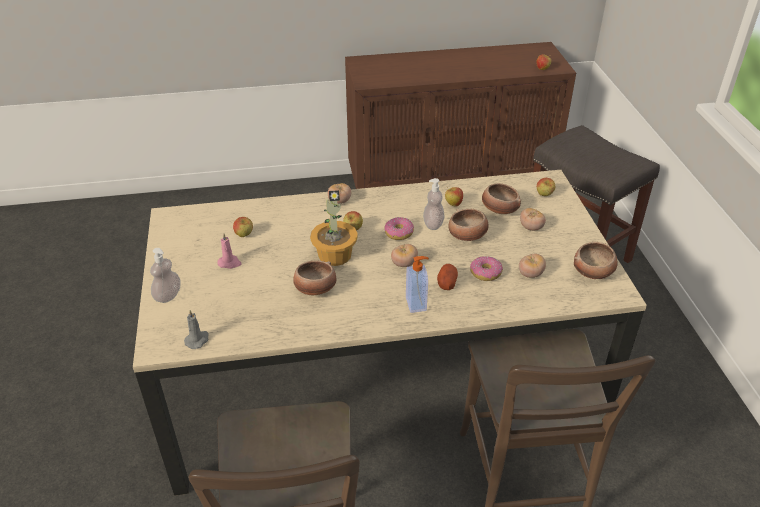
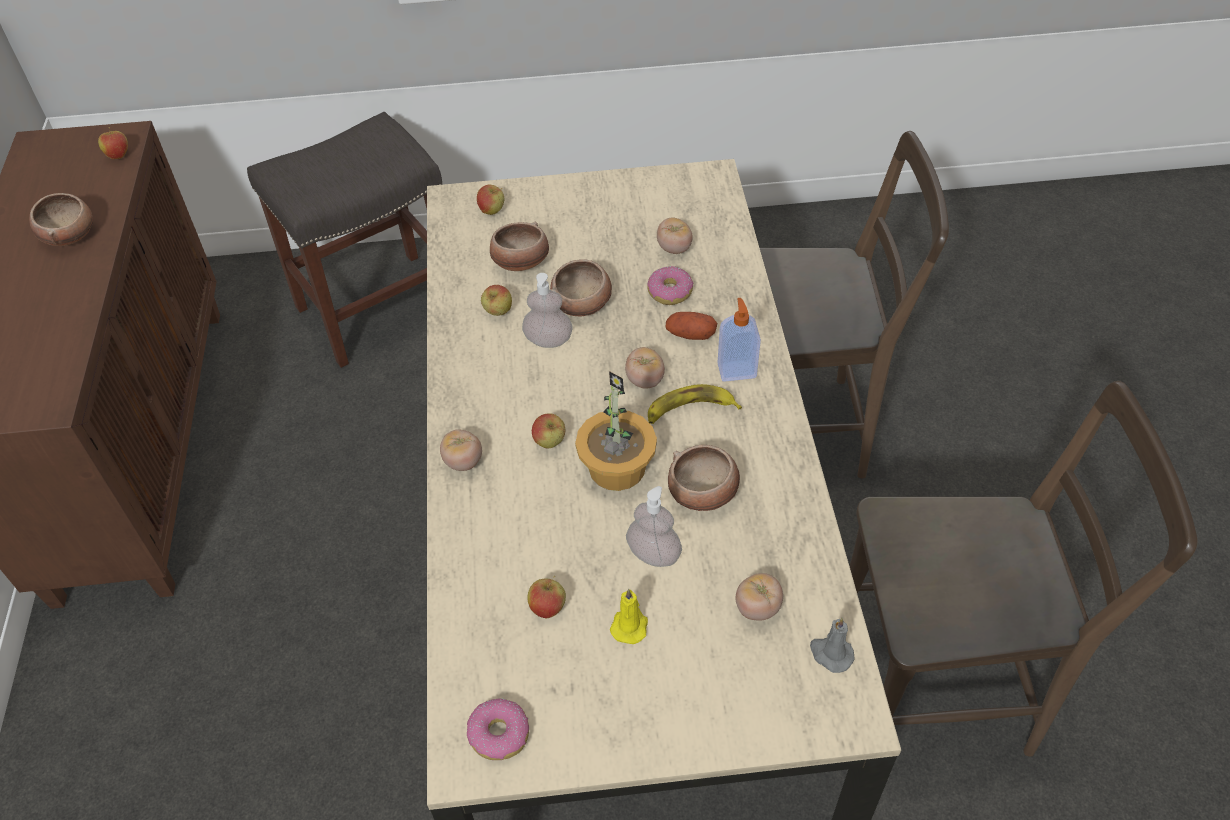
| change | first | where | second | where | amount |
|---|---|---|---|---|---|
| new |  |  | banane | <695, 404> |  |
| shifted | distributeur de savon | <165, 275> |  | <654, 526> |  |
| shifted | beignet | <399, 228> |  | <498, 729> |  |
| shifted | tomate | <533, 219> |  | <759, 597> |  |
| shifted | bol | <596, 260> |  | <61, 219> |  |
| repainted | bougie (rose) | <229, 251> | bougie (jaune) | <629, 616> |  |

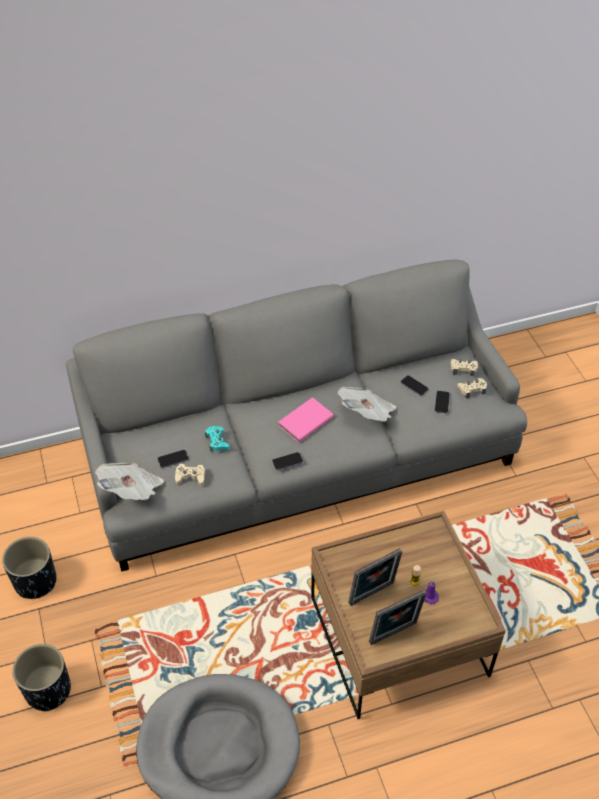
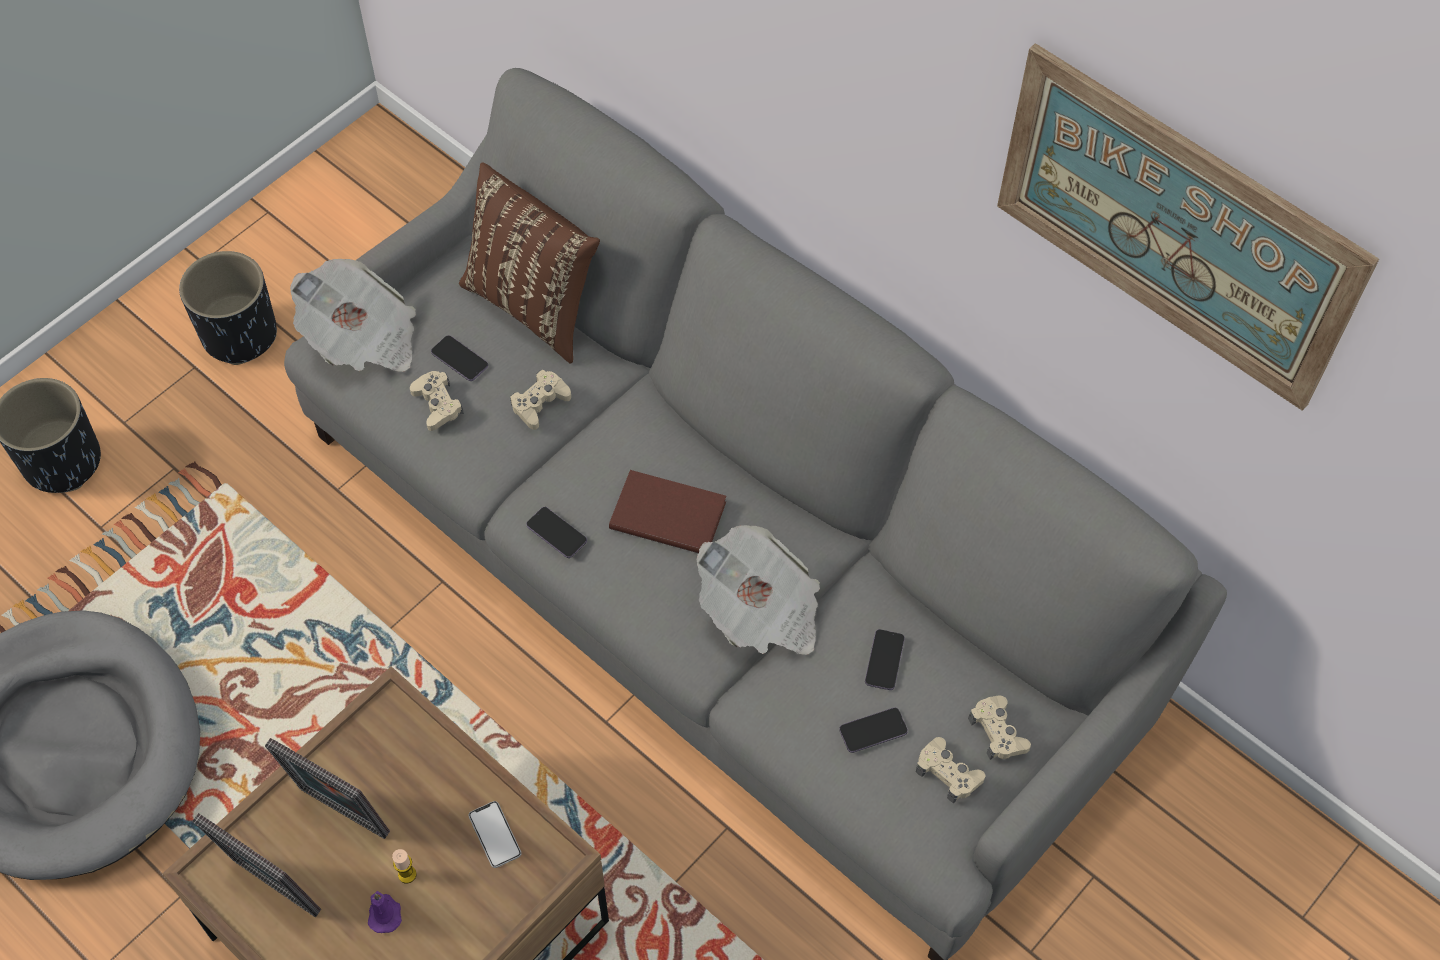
| change | first | where | second | where | amount |
|---|---|---|---|---|---|
| new |  |  | coussin (marron) | <529, 263> |  |
| new |  |  | téléphone | <495, 834> |  |
| new |  |  | tableau | <1188, 227> |  |
| repainted | manette (turquoise) | <217, 438> | manette (beige) | <540, 400> |  |
| repainted | livre (rose) | <306, 419> | livre (marron) | <667, 511> |  |

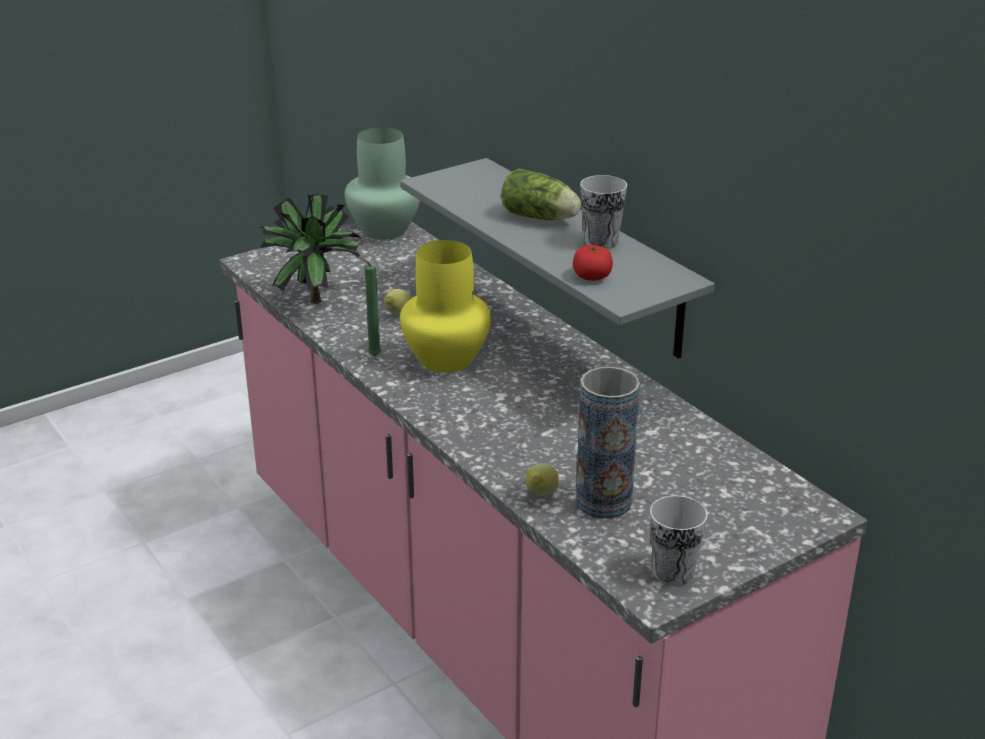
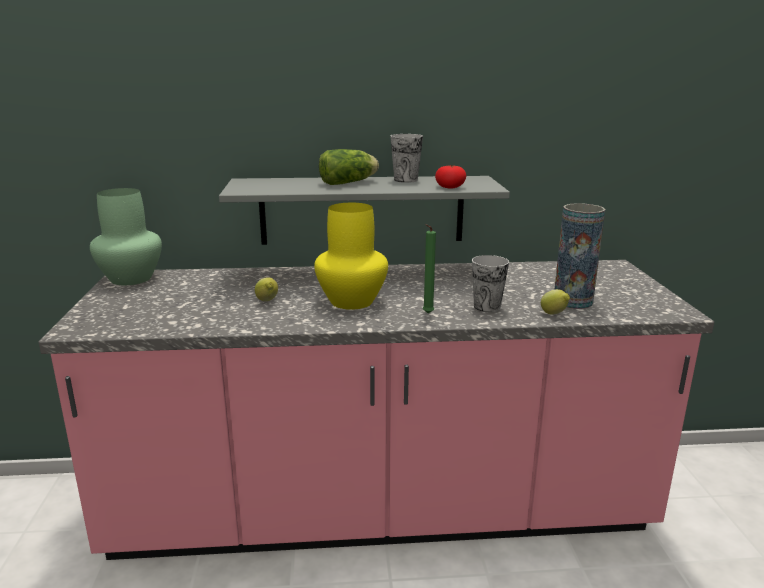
| change | first | where | second | where | amount |
|---|---|---|---|---|---|
| gone | plante en pot | <310, 249> |  |  |  |
| shifted | bougie (vert) | <369, 306> |  | <429, 268> |  |
| shifted | tasse | <679, 540> |  | <490, 283> |  |

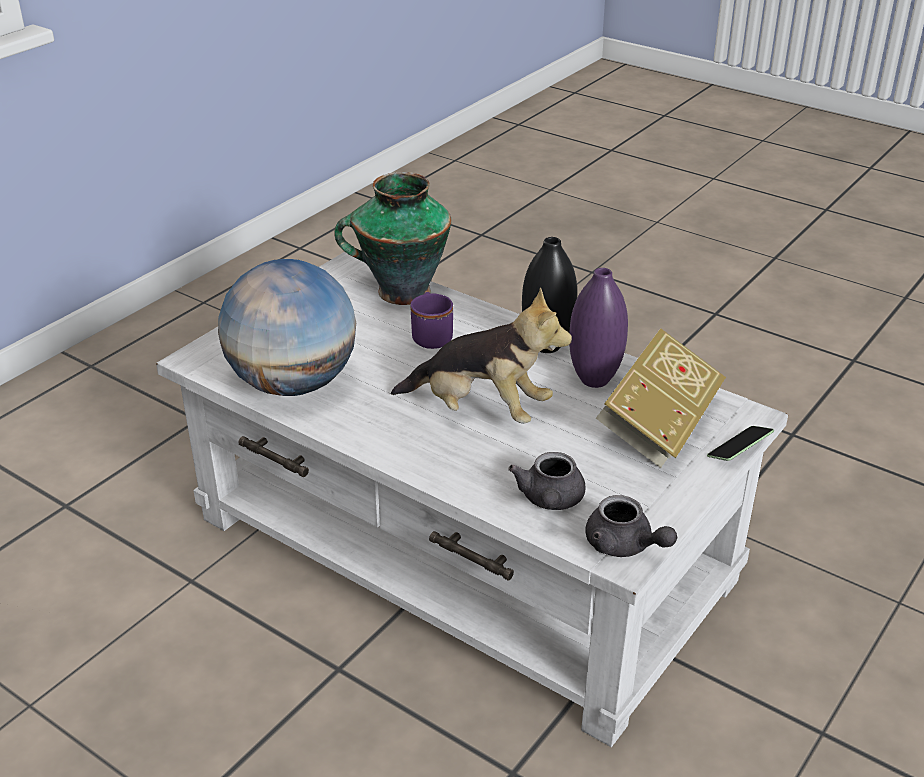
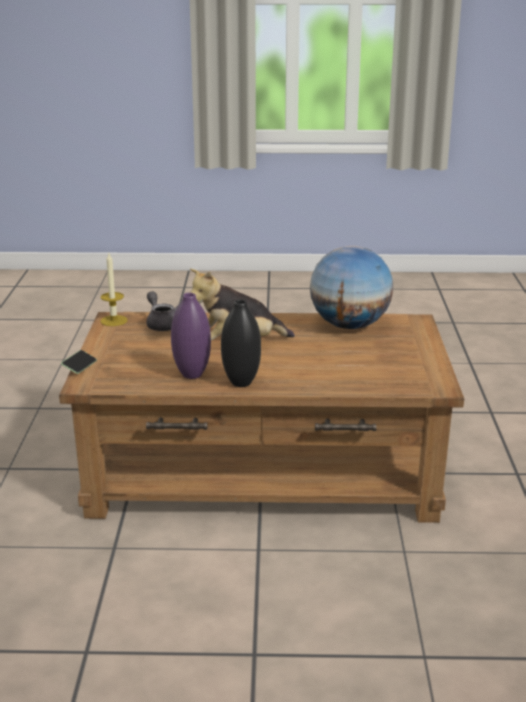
| change | first | where | second | where | amount |
|---|---|---|---|---|---|
| gone | vase | <392, 238> |  |  |  |
| gone | mug (violet) | <432, 320> |  |  |  |
| gone | livre | <661, 398> |  |  |  |
| swapped | théière (gris) | <631, 526> | bougie | <114, 289> |  |
| repainted | table basse (blanc) | <472, 499> | table basse (marron) | <261, 417> |  |

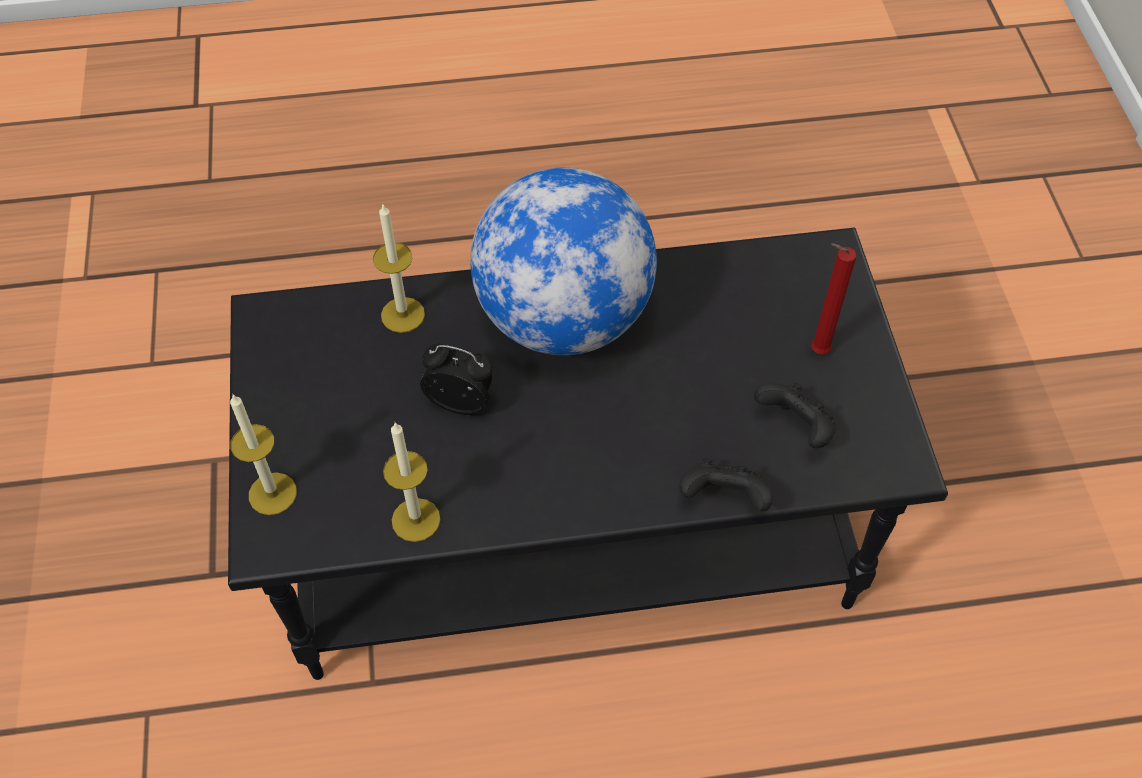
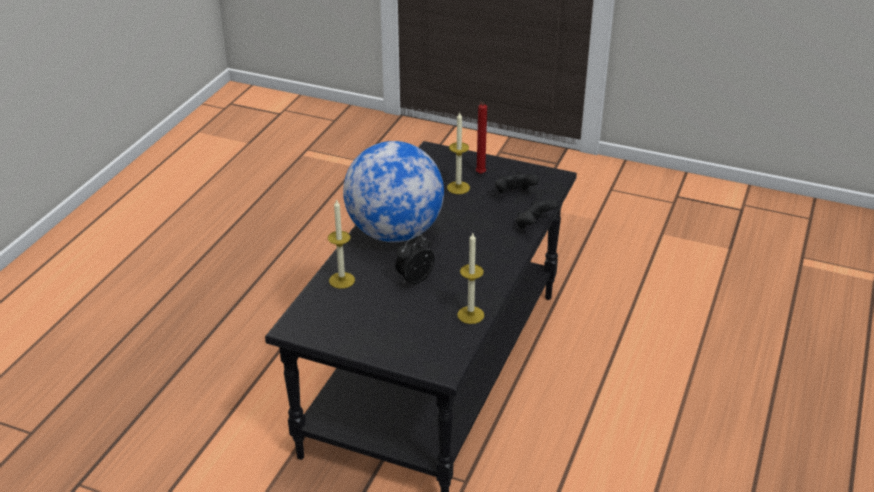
| change | first | where | second | where | amount |
|---|---|---|---|---|---|
| shifted | bougie | <263, 455> |  | <458, 153> |  |

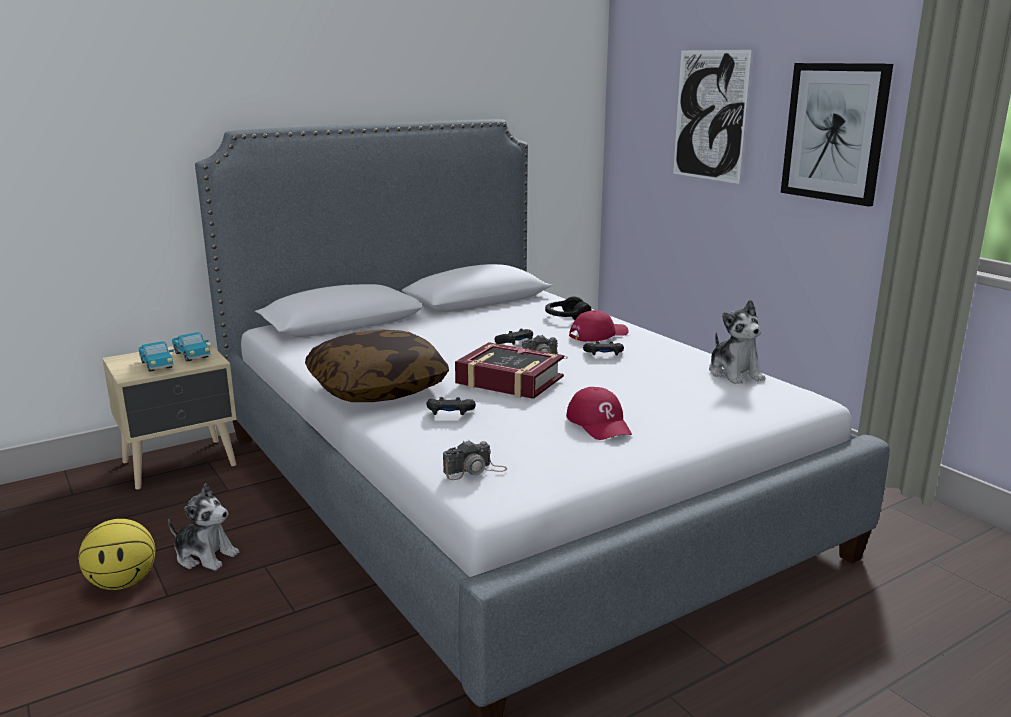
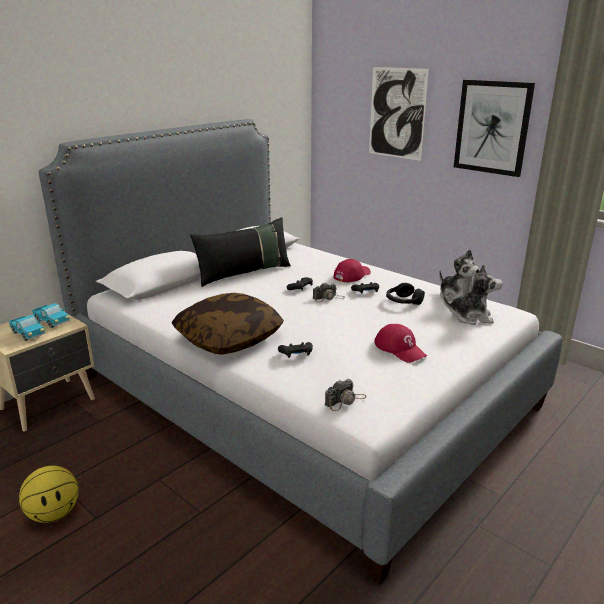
| change | first | where | second | where | amount |
|---|---|---|---|---|---|
| gone | livre | <509, 370> |  |  |  |
| new |  |  | coussin (noir) | <240, 252> |  |
| shifted | peluche | <203, 527> |  | <473, 294> |  |
| shifted | casque audio (noir) | <568, 308> |  | <405, 294> |  |

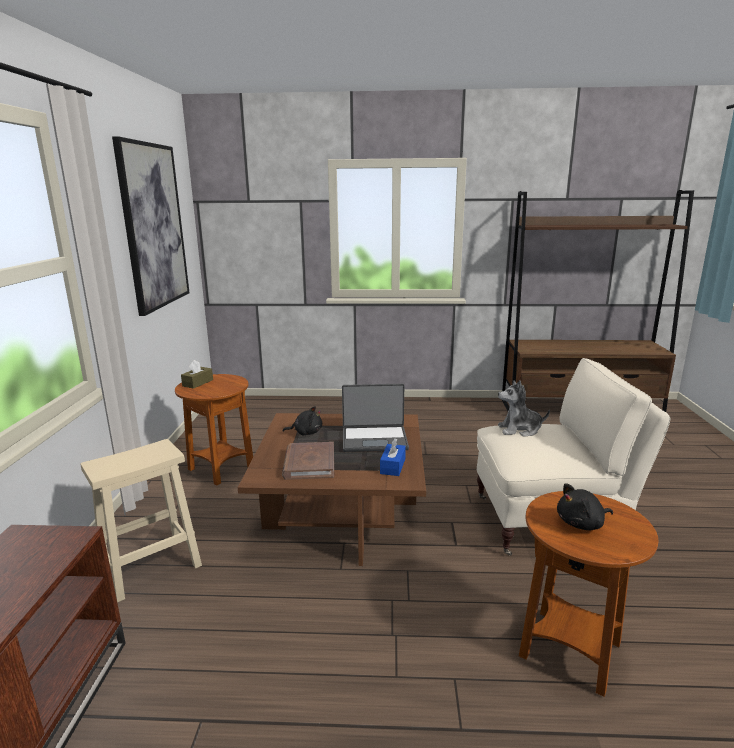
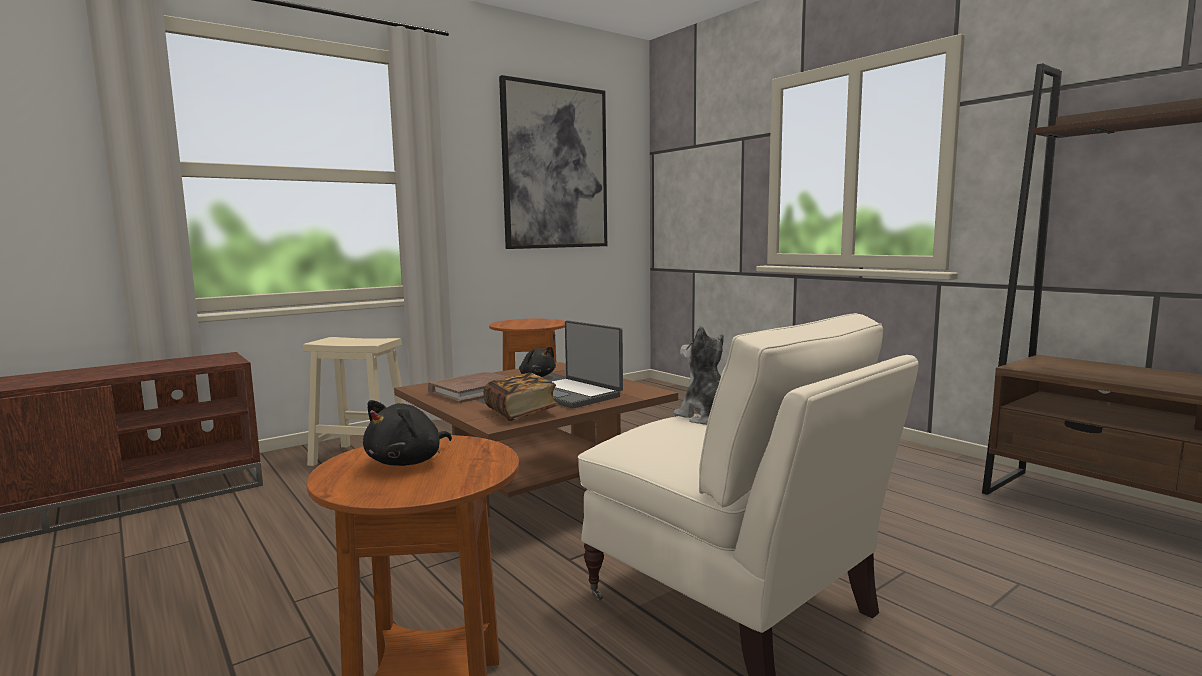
| change | first | where | second | where | amount |
|---|---|---|---|---|---|
| gone | boîte à mouchoirs (marron) | <197, 374> |  |  |  |
| swapped | boîte à mouchoirs (bleu) | <393, 457> | livre | <521, 397> |  |
| rotated | peluche (noir) | <585, 506> |  | <407, 433> | 90 degrees counterclockwise |

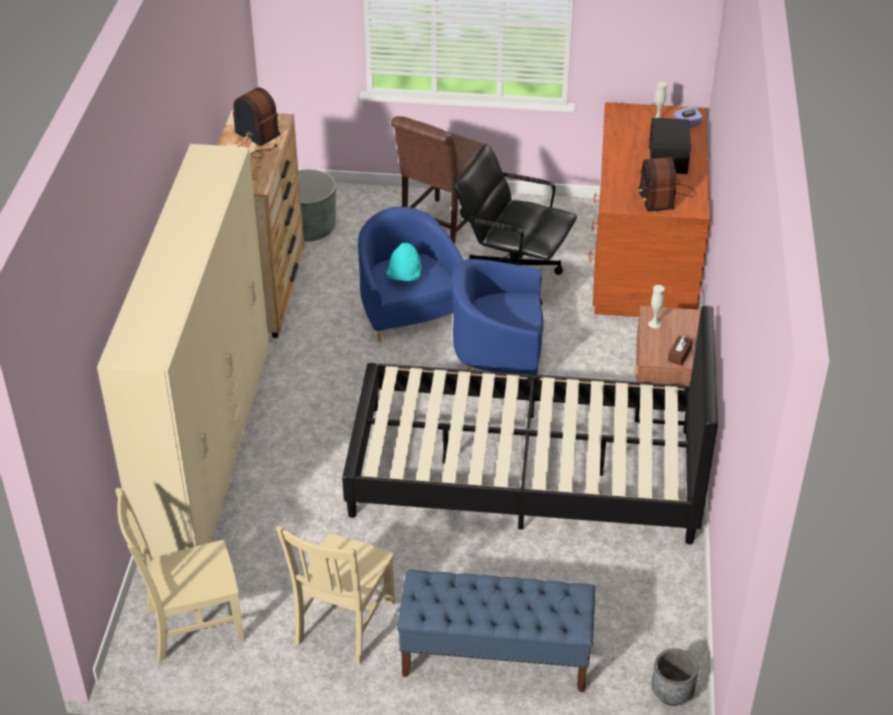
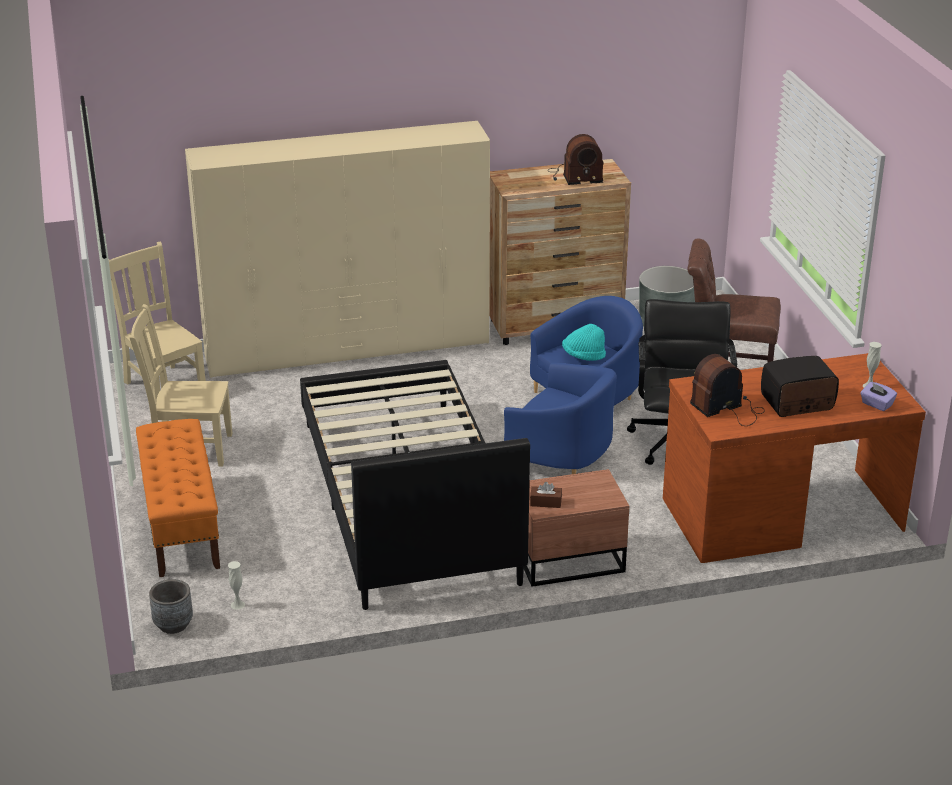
| change | first | where | second | where | amount |
|---|---|---|---|---|---|
| shifted | vase (blanc) | <656, 306> |  | <236, 585> |  |
| repainted | banc (bleu) | <496, 631> | banc (orange) | <178, 498> |  |
| rotated | radio | <256, 122> |  | <576, 159> | 60 degrees clockwise |
| rotated | fauteuil (bleu) | <497, 317> |  | <560, 418> | 135 degrees clockwise |

